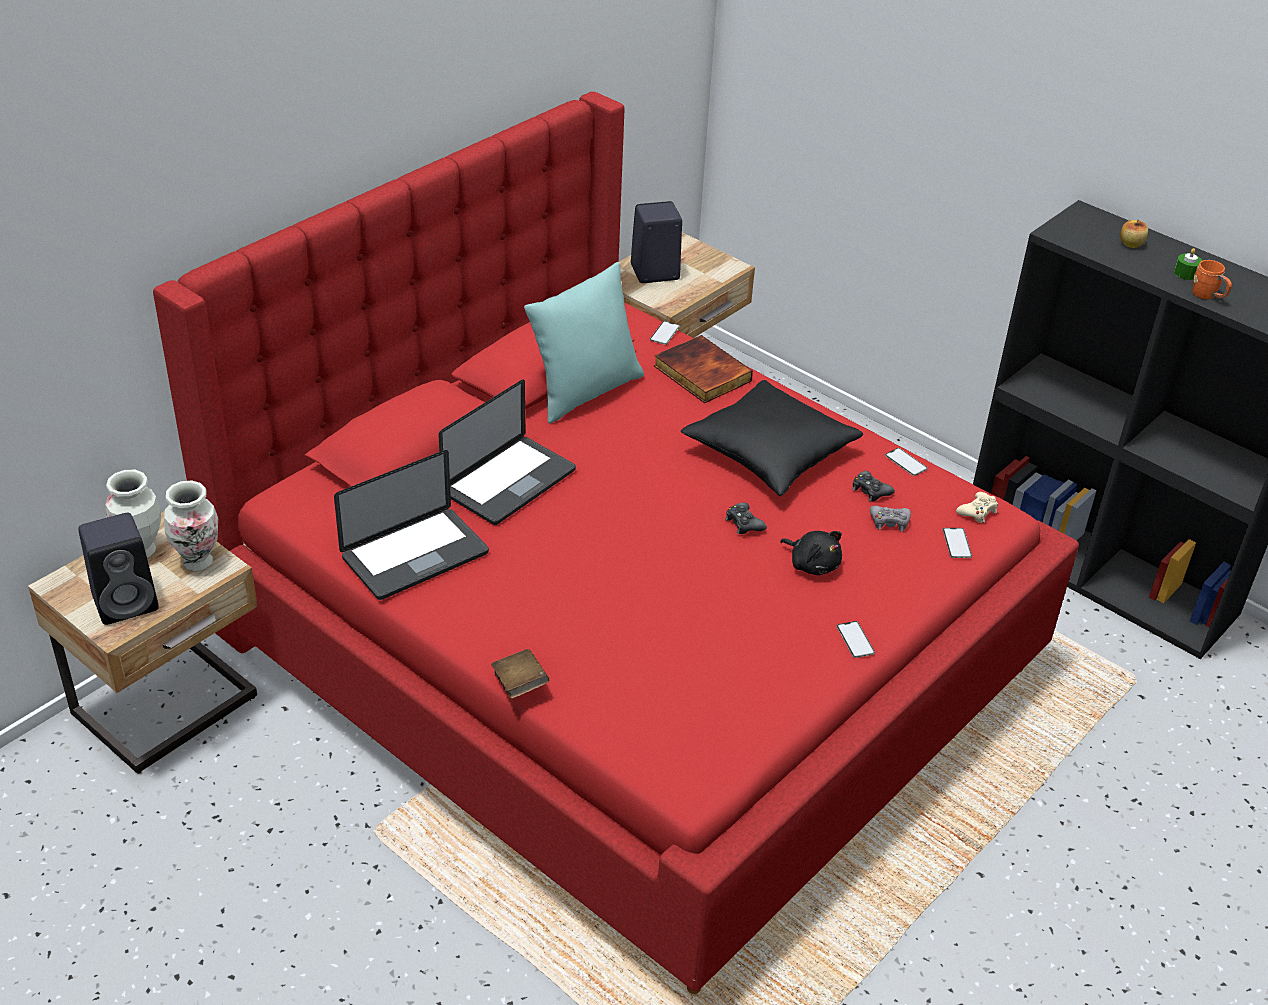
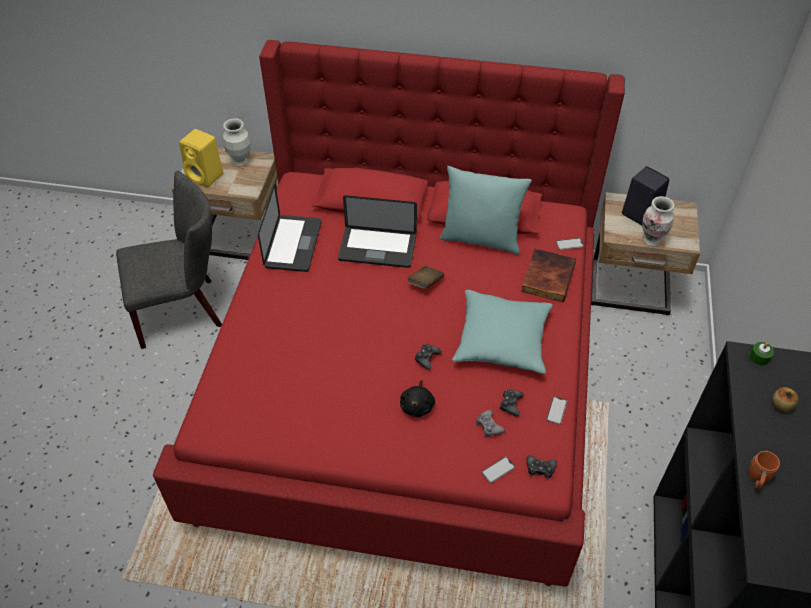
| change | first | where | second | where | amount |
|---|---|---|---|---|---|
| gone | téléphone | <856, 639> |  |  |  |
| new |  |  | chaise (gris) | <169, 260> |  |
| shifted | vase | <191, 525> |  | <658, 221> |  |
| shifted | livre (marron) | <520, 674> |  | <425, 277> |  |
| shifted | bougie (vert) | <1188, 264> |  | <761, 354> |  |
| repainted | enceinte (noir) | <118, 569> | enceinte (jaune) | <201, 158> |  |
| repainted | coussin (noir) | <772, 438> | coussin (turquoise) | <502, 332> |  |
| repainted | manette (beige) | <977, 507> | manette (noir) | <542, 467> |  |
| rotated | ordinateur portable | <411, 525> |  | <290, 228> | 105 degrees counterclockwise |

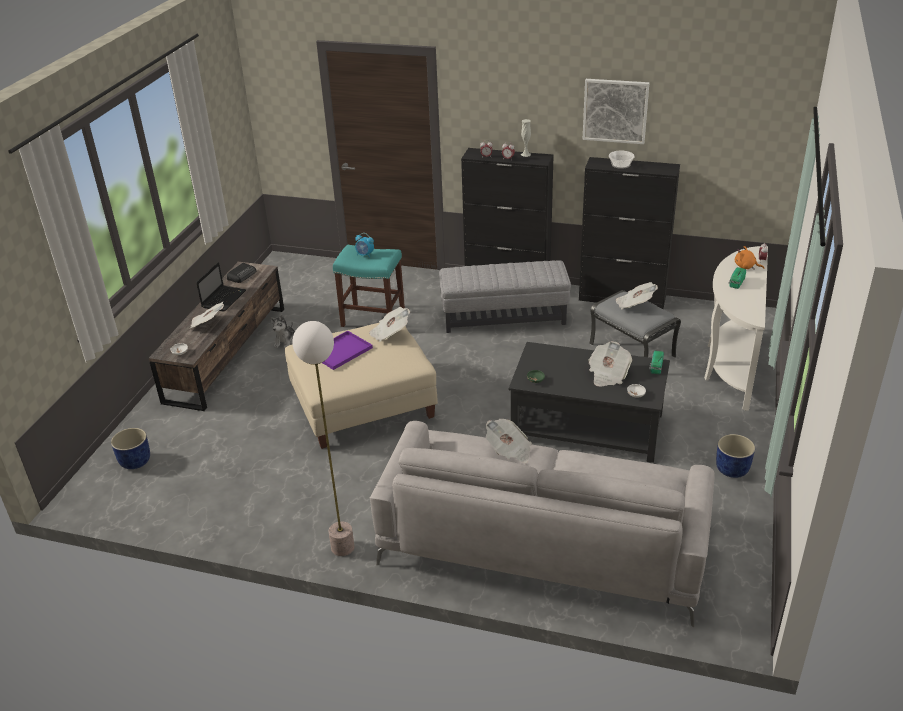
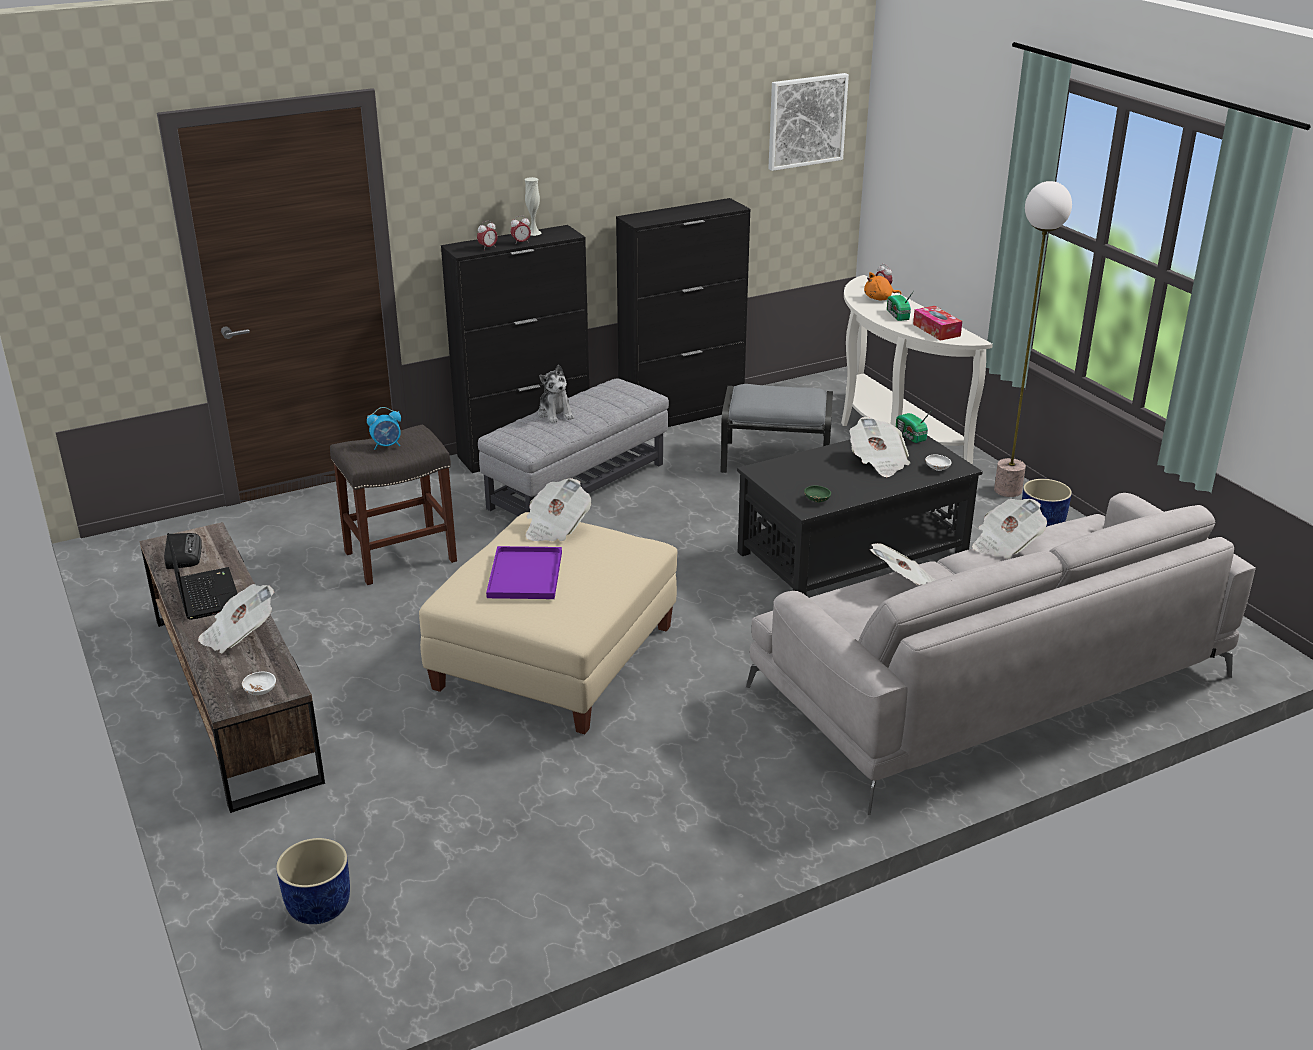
| change | first | where | second | where | amount |
|---|---|---|---|---|---|
| gone | bol | <622, 160> |  |  |  |
| new |  |  | boîte à mouchoirs | <937, 323> |  |
| shifted | peluche | <282, 332> |  | <556, 394> |  |
| shifted | lampadaire | <323, 438> |  | <1033, 339> |  |
| shifted | tableau | <615, 111> |  | <808, 122> |  |
| shifted | journal | <636, 296> |  | <1009, 529> |  |
| repainted | tabouret (turquoise) | <369, 286> | tabouret (gris) | <393, 504> |  |

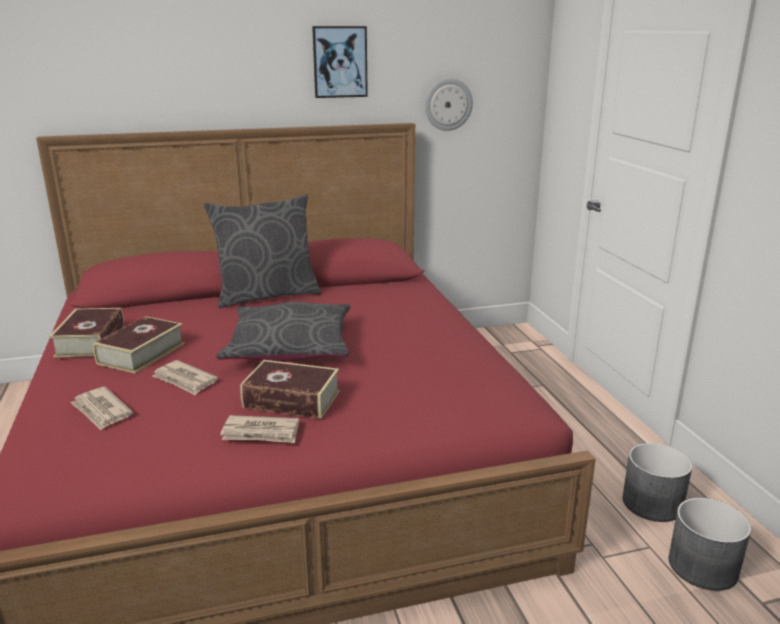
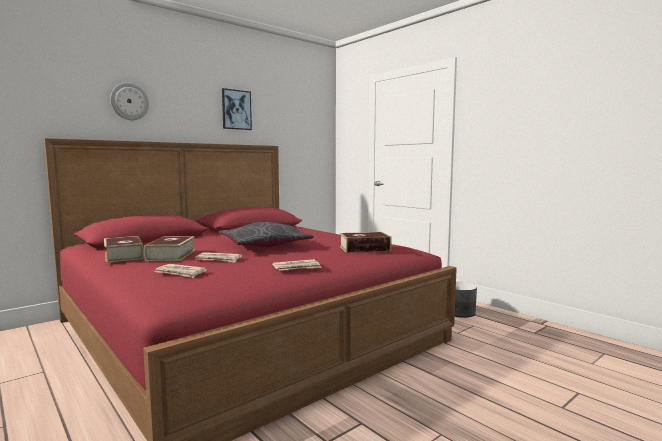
| change | first | where | second | where | amount |
|---|---|---|---|---|---|
| gone | coussin (gris) | <262, 251> |  |  |  |
| gone | cache-pot (gris) | <710, 544> |  |  |  |
| shifted | livre | <290, 389> |  | <366, 242> |  |
| shifted | horloge murale | <449, 104> |  | <129, 101> |  |

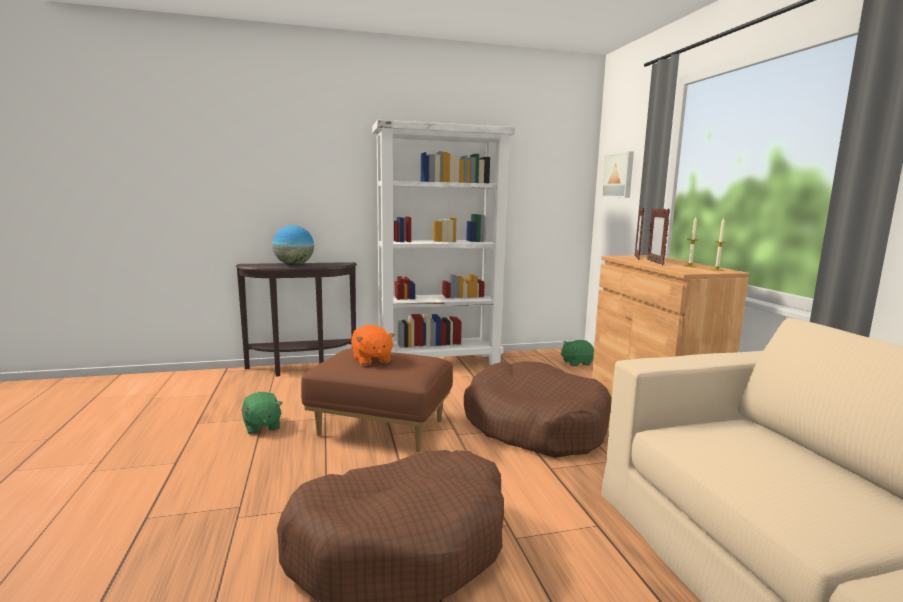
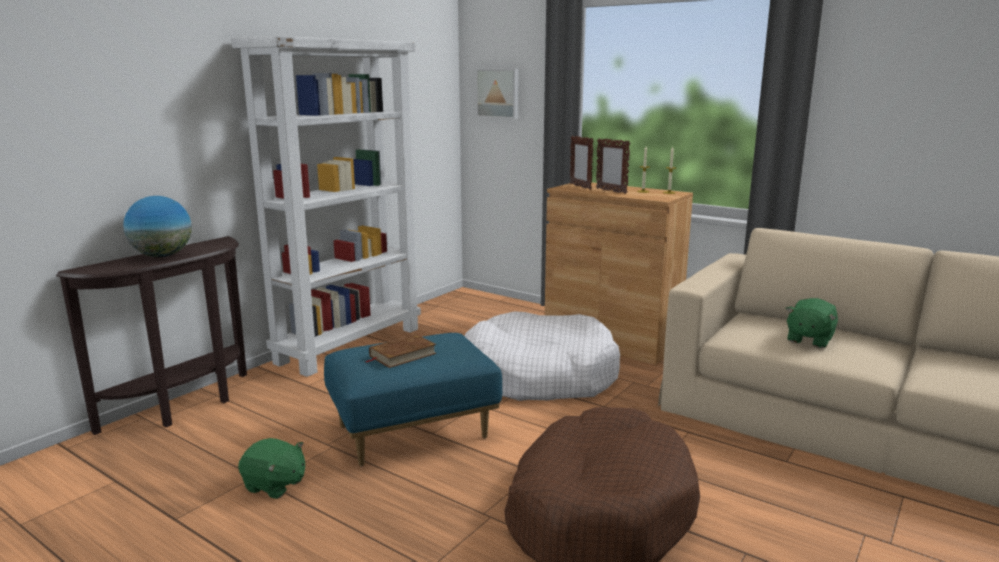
| change | first | where | second | where | amount |
|---|---|---|---|---|---|
| shifted | peluche (vert) | <577, 353> |  | <812, 323> |  |
| swapped | peluche (orange) | <373, 345> | livre (marron) | <401, 351> |  |
| repainted | pouf (marron) | <377, 400> | pouf (bleu) | <413, 399> |  |
| repainted | panier pour chien (marron) | <538, 409> | panier pour chien (blanc) | <542, 356> |  |

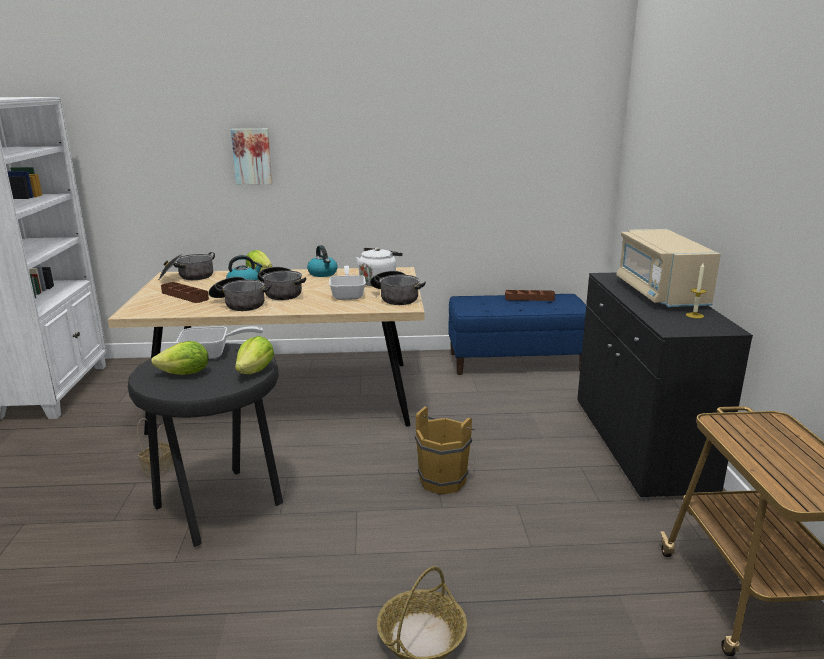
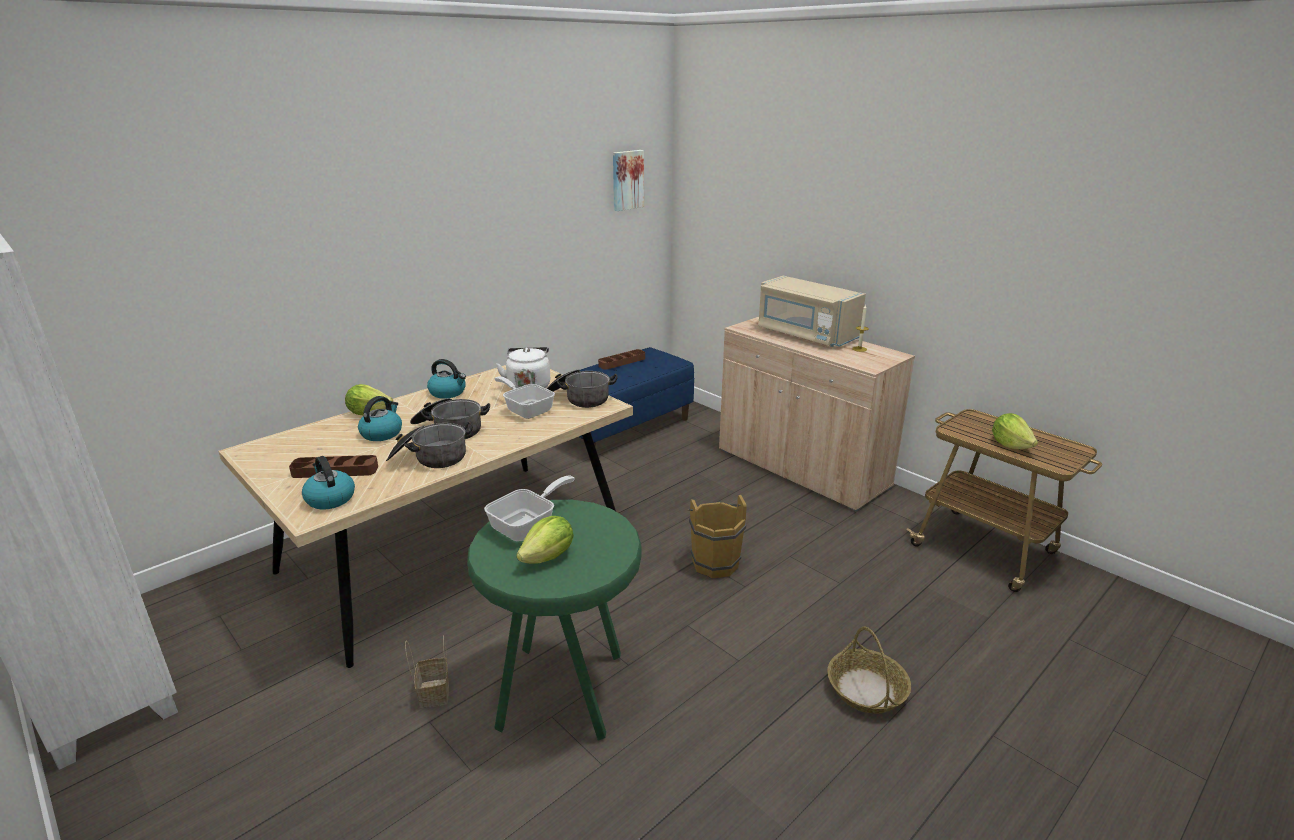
| change | first | where | second | where | amount |
|---|---|---|---|---|---|
| gone | marmite | <187, 266> |  |  |  |
| new |  |  | bouilloire | <328, 482> |  |
| shifted | tableau | <251, 157> |  | <628, 180> |  |
| shifted | laitue | <254, 355> |  | <1015, 431> |  |
| repainted | tabouret (noir) | <205, 445> | tabouret (vert) | <554, 620> |  |
| repainted | meuble de rangement (noir) | <665, 386> | meuble de rangement (beige) | <817, 414> |  |

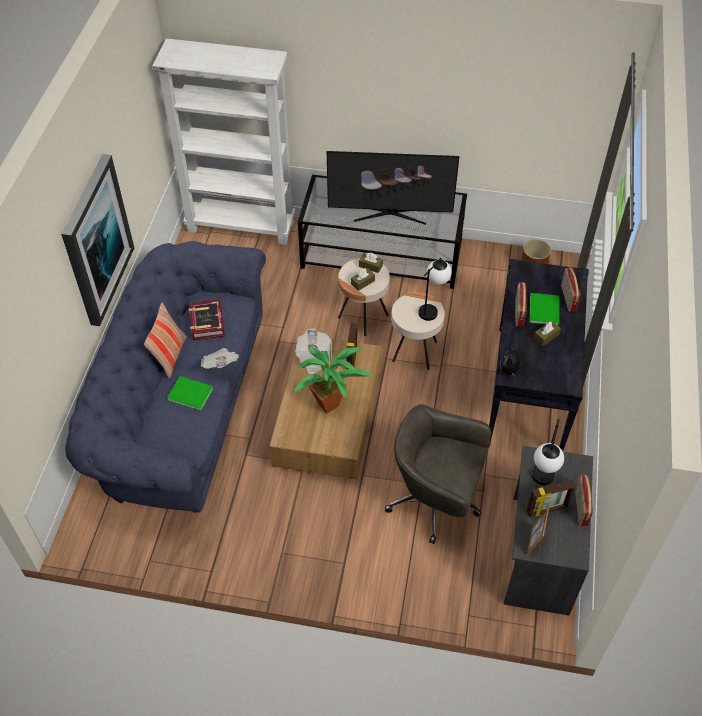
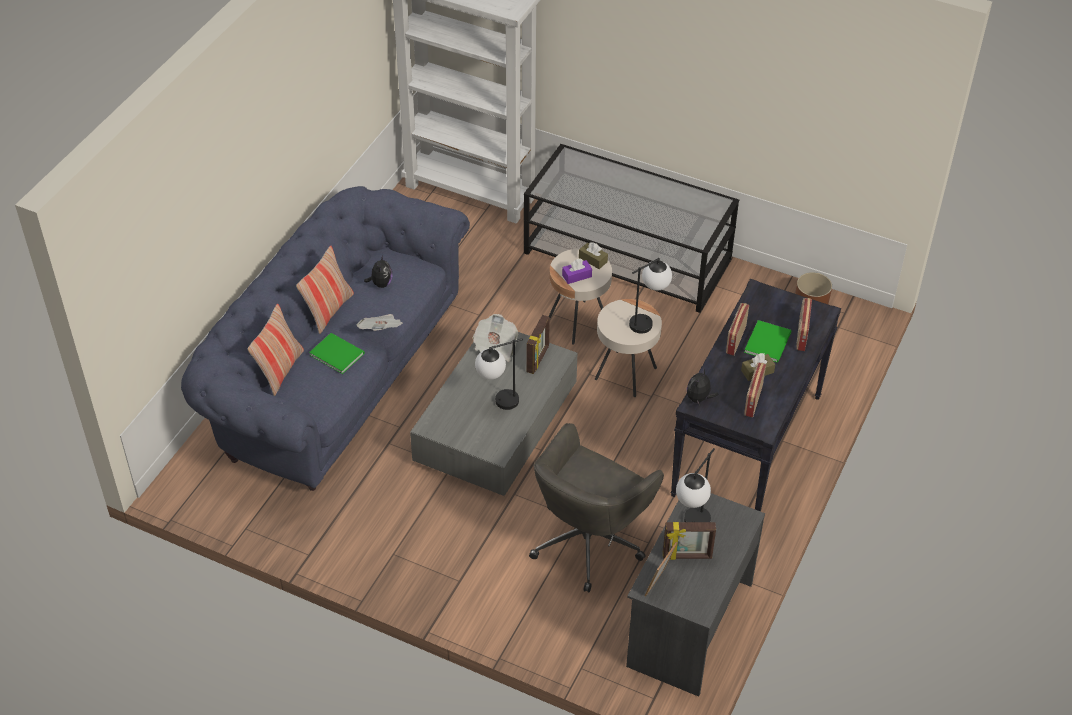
| change | first | where | second | where | amount |
|---|---|---|---|---|---|
| gone | tableau | <97, 240> |  |  |  |
| gone | téléviseur | <393, 188> |  |  |  |
| new |  |  | coussin | <276, 350> |  |
| shifted | radio | <584, 500> |  | <755, 390> |  |
| swapped | livre | <207, 320> | peluche | <378, 271> |  |
| swapped | plante en pot | <333, 380> | lampe de table | <499, 374> |  |
| repainted | table basse (marron) | <325, 407> | table basse (gris) | <494, 414> |  |
| repainted | boîte à mouchoirs (marron) | <363, 279> | boîte à mouchoirs (violet) | <577, 271> |  |
| rotated | chaise de bureau (gris) | <438, 474> |  | <596, 507> | 90 degrees counterclockwise |

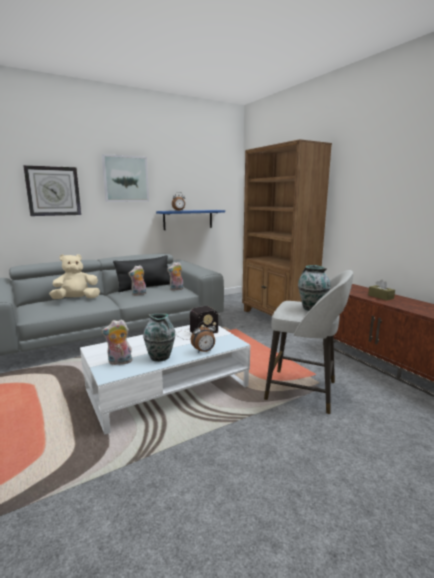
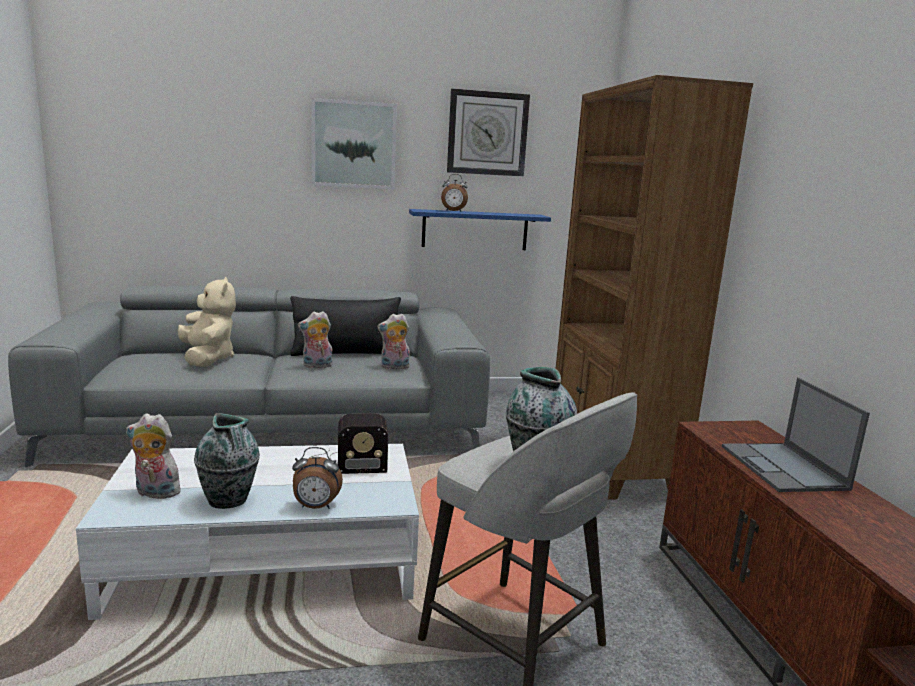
| change | first | where | second | where | amount |
|---|---|---|---|---|---|
| shifted | horloge murale | <52, 190> |  | <488, 132> |  |
| swapped | boîte à mouchoirs (marron) | <381, 290> | ordinateur portable | <796, 435> |  |
| rotated | peluche (beige) | <74, 276> |  | <206, 322> | 75 degrees clockwise |

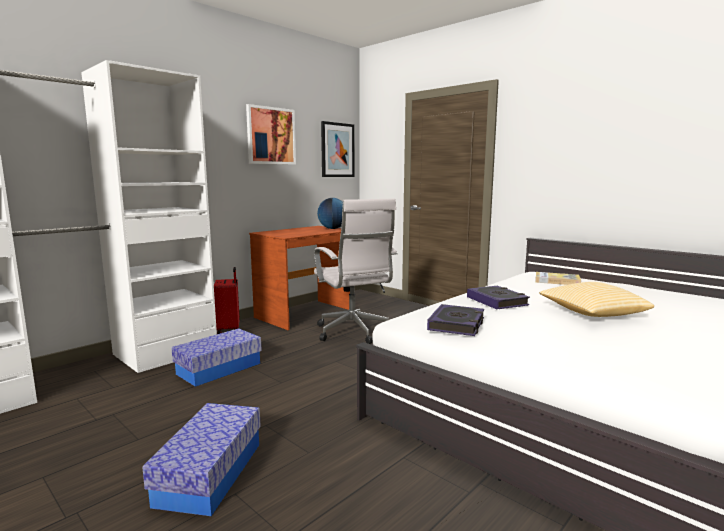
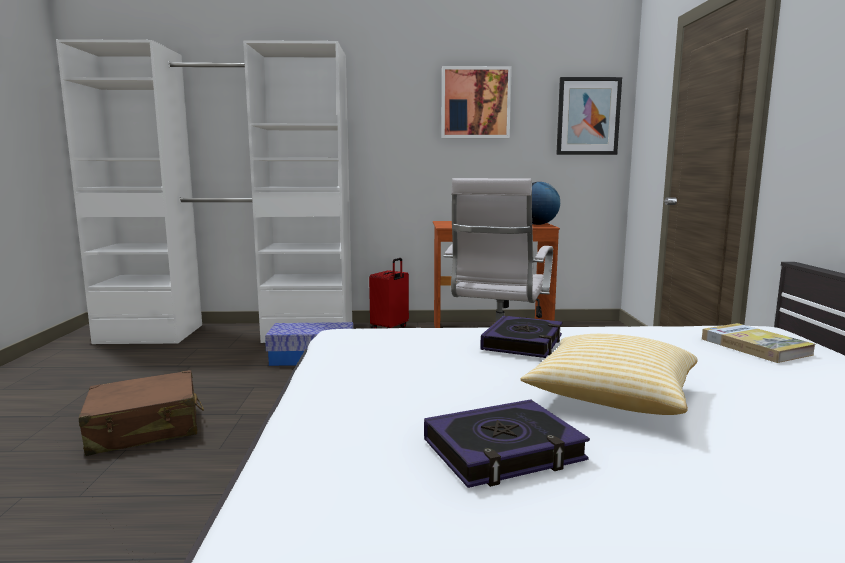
| change | first | where | second | where | amount |
|---|---|---|---|---|---|
| shifted | livre | <455, 320> |  | <507, 443> |  |
| swapped | boîte de rangement | <201, 459> | valise (marron) | <141, 413> |  |

